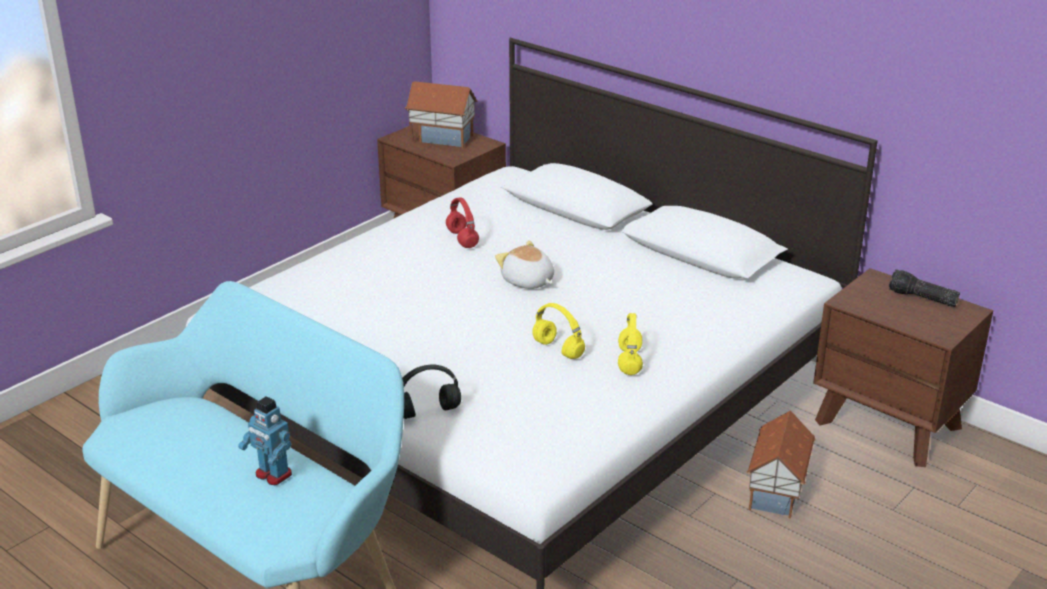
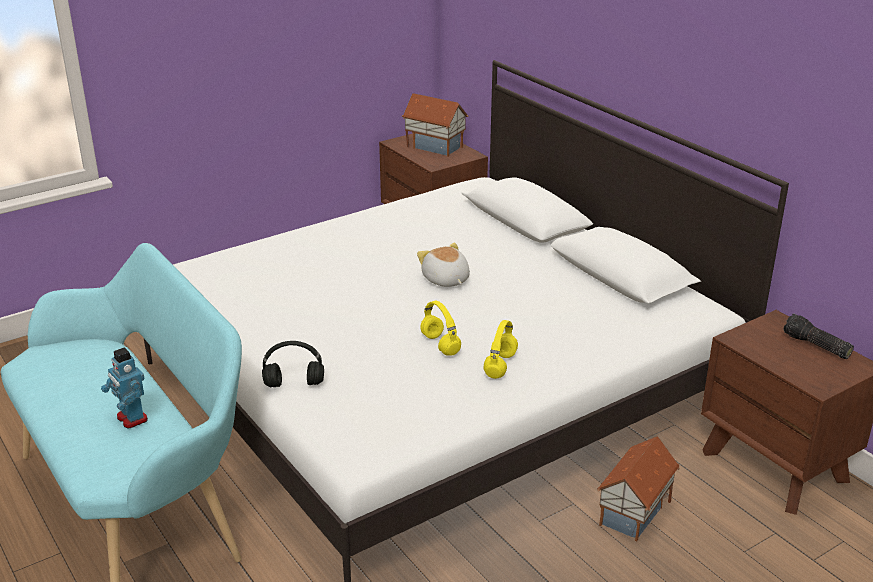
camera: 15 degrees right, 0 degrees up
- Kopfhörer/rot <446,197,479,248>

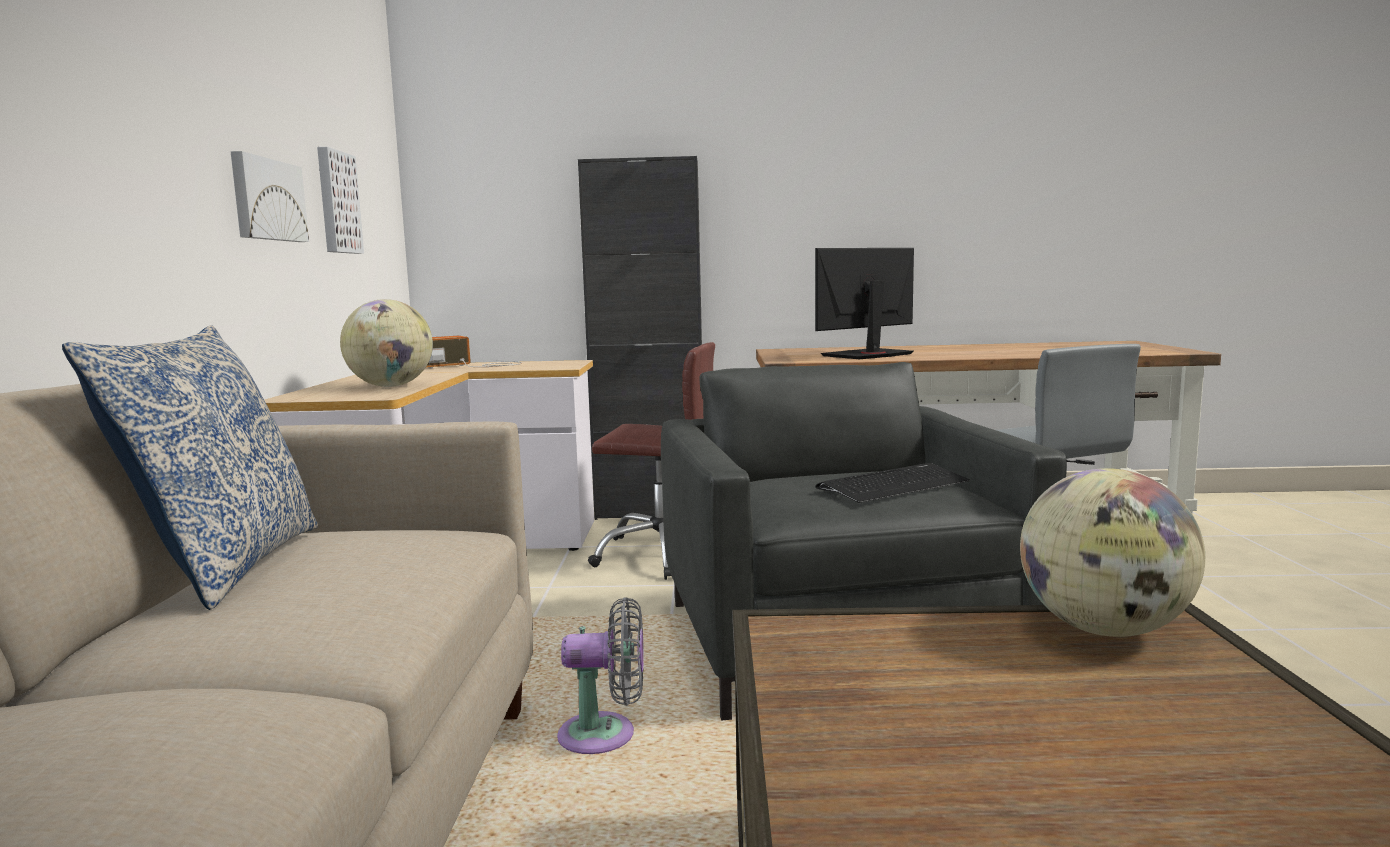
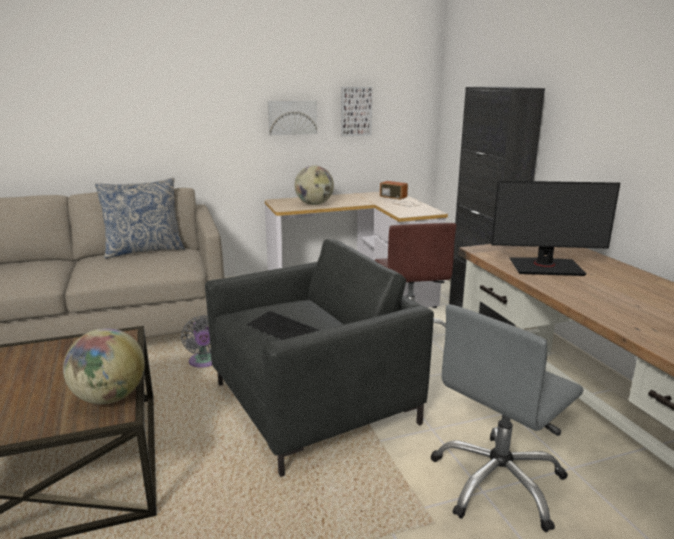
camera: 70 degrees right, 10 degrees up
~ Monitor <815,248,914,359> = <491,181,620,276> 150 degrees clockwise

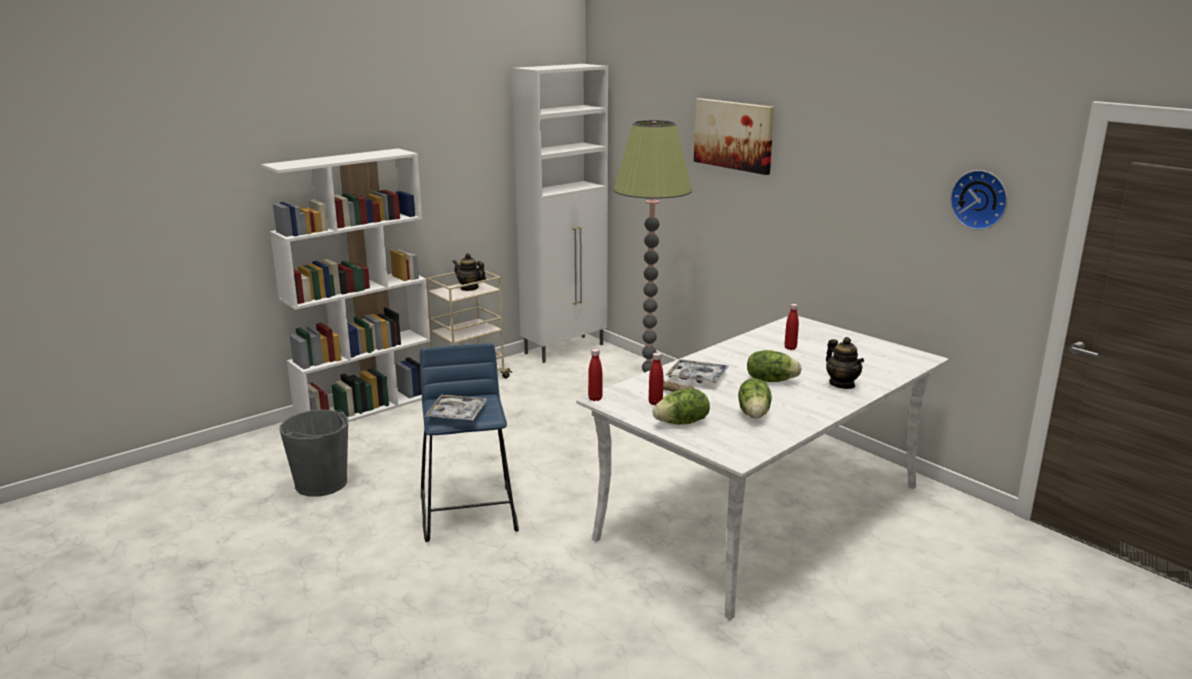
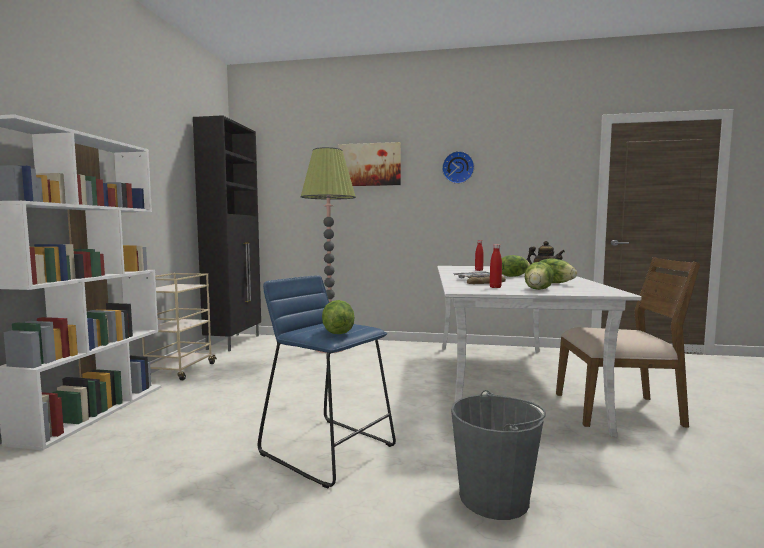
camera: 40 degrees left, 15 degrees down
~ Eimer/grau <279,409,348,497> to <451,390,546,520>
~ Tablett <424,395,487,420> to Salatkopf <322,300,354,334>
- Teekanne <452,253,486,291>
~ Schrank/weiß <512,64,608,363> to Schrank/schwarz <193,115,261,351>
- Flasche/rot <588,349,603,401>
~ Wanduhr <950,170,1008,230> to <442,151,474,184>
+ Stuhl/braun <556,257,701,427>

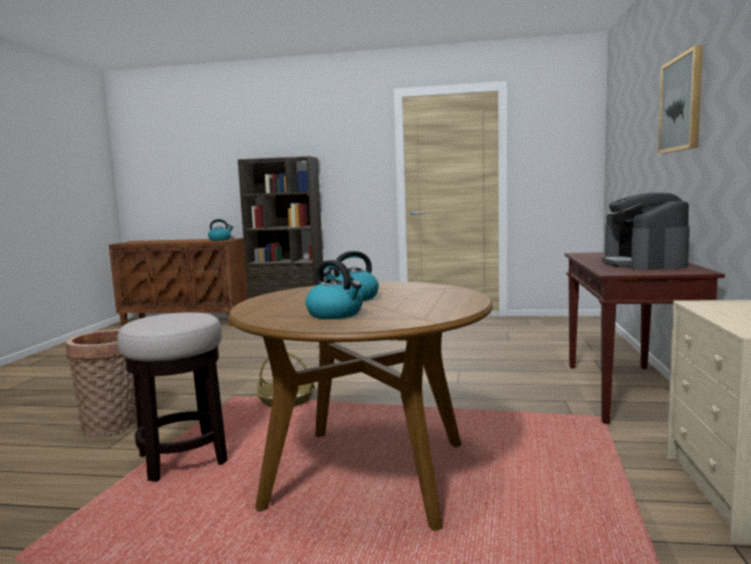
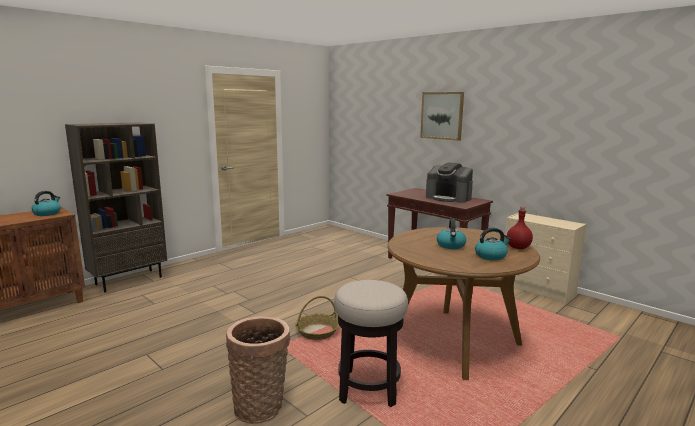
camera: 55 degrees left, 5 degrees up
+ Flasche/rot <507,207,533,249>

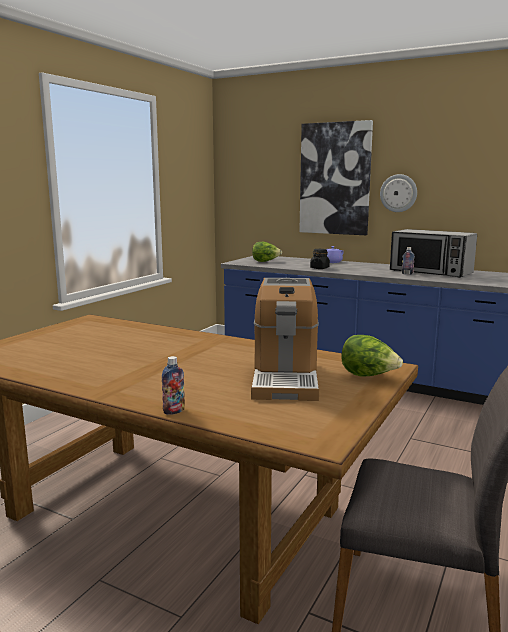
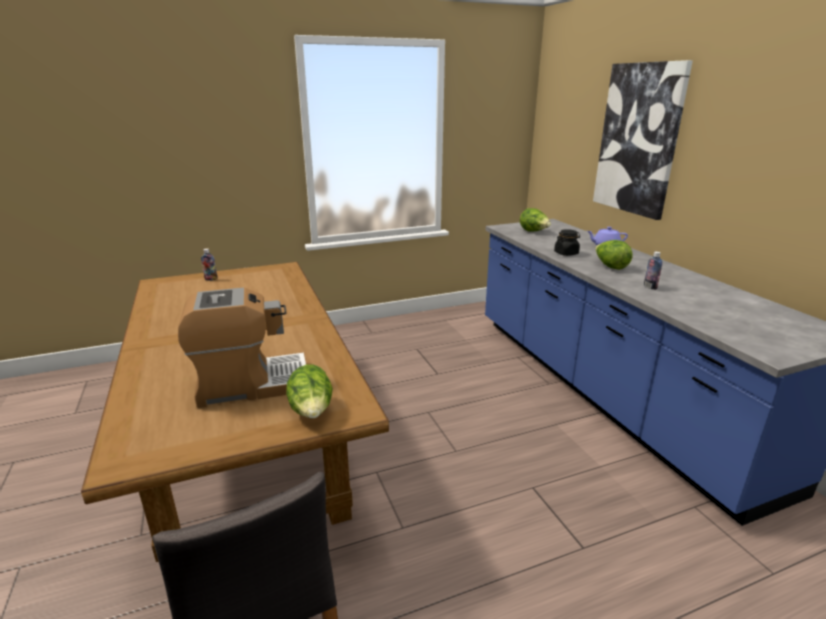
camera: 40 degrees right, 10 degrees up
~ Flasche <162,356,185,415> to <201,249,217,281>
~ Kaffeemaschine <251,278,319,401> = <178,288,307,408> 150 degrees counterclockwise
- Wanduhr <380,174,417,212>
- Mikrowelle <390,229,477,278>
+ Salatkopf <595,240,633,270>

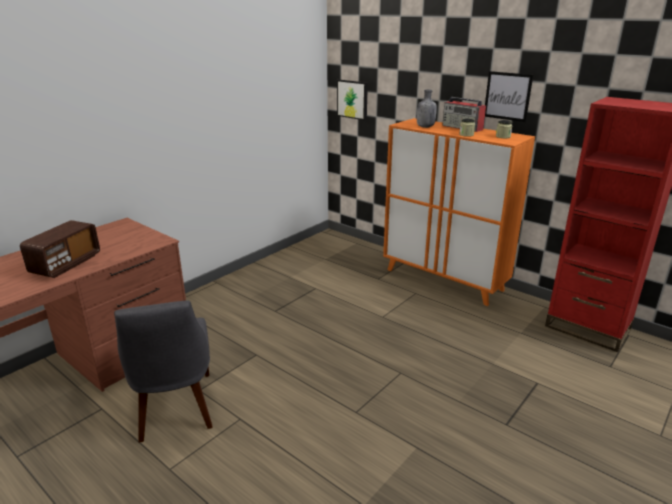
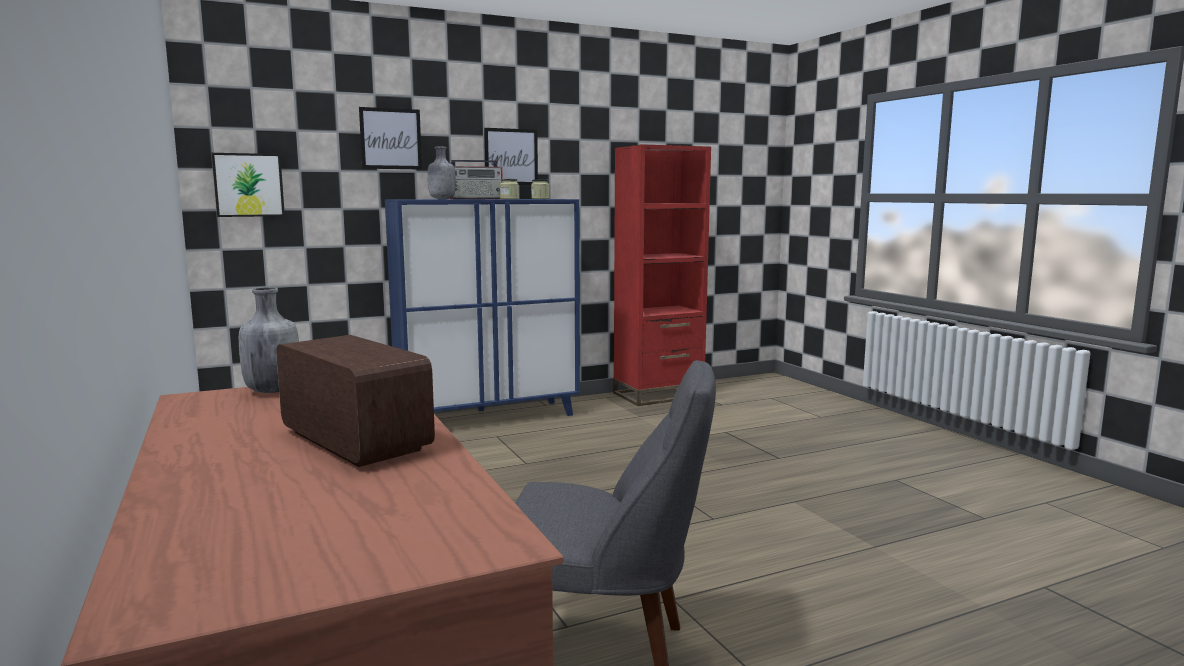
camera: 65 degrees left, 15 degrees down
~ Schrank/orange <383,118,535,306> to Schrank/blau <385,199,580,416>
+ Flasche/grau <239,287,299,393>
+ Bild <359,107,422,170>

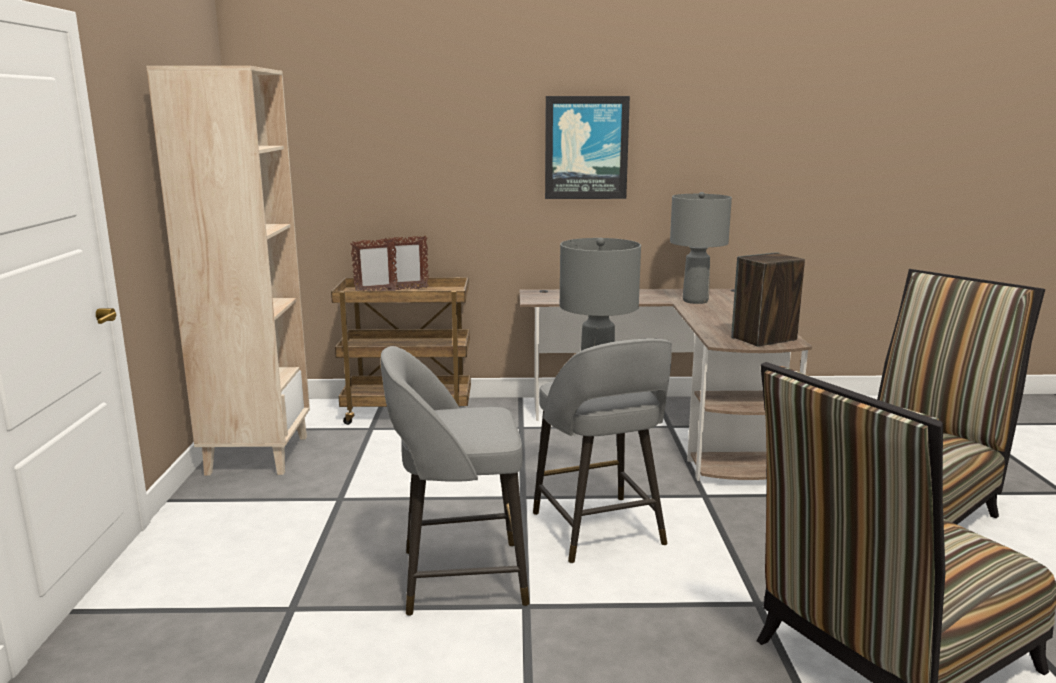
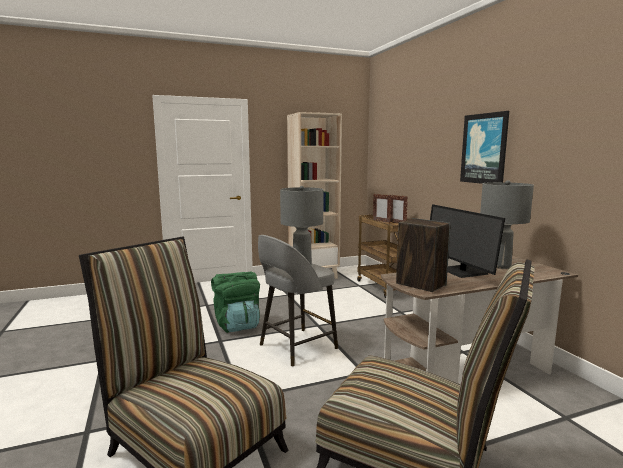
camera: 70 degrees right, 5 degrees down
~ Hocker/grau <381,346,529,616> to Rucksack/grün <211,272,260,333>
+ Monitor <430,204,505,278>

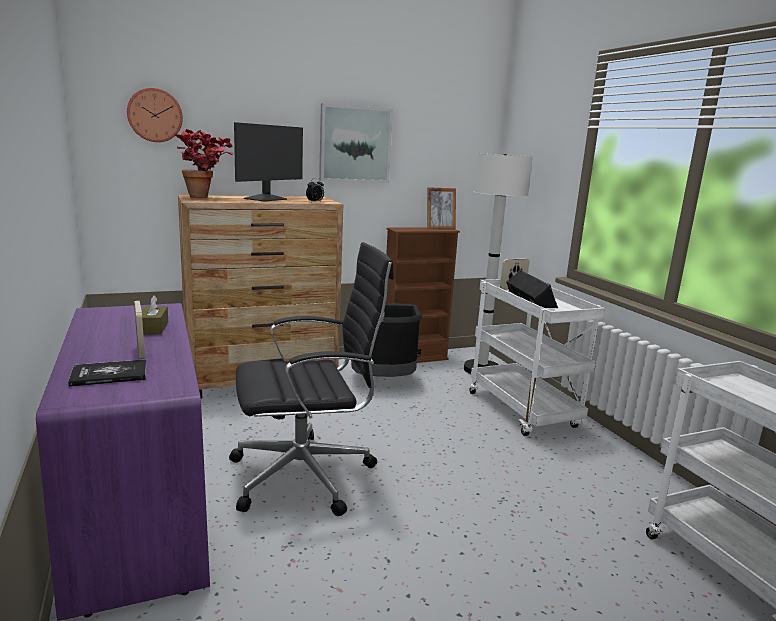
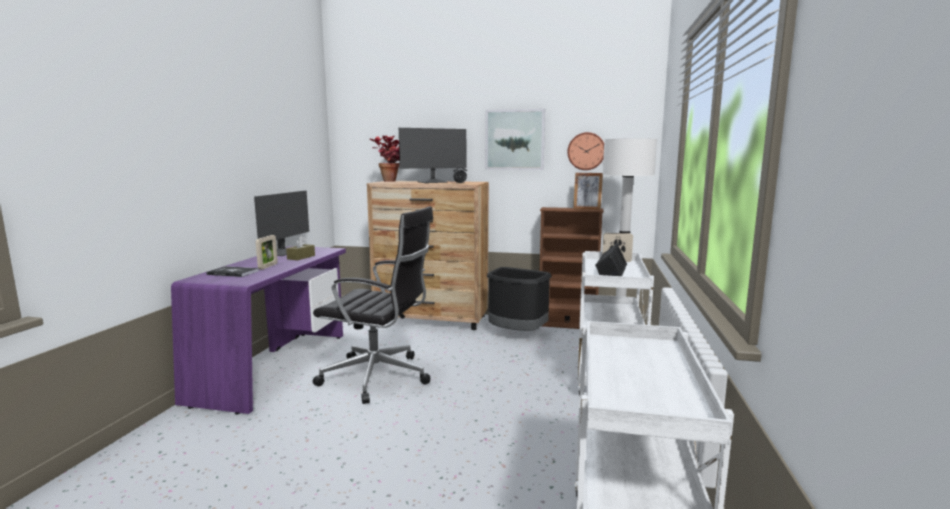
camera: 35 degrees right, 5 degrees down
~ Wanduhr <127,88,183,142> to <567,132,604,170>
+ Monitor <254,191,309,256>

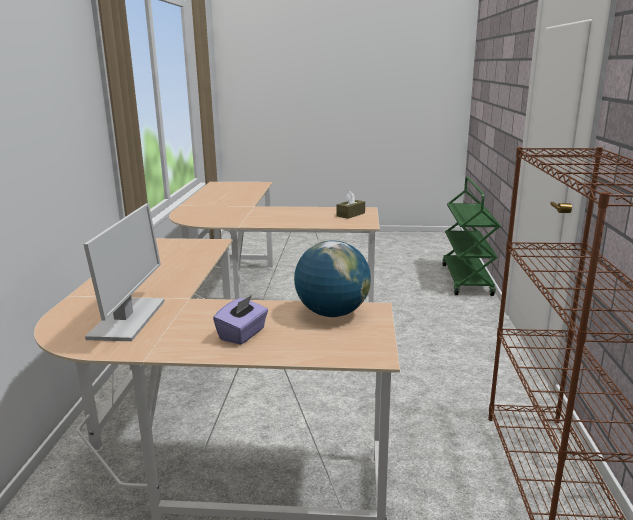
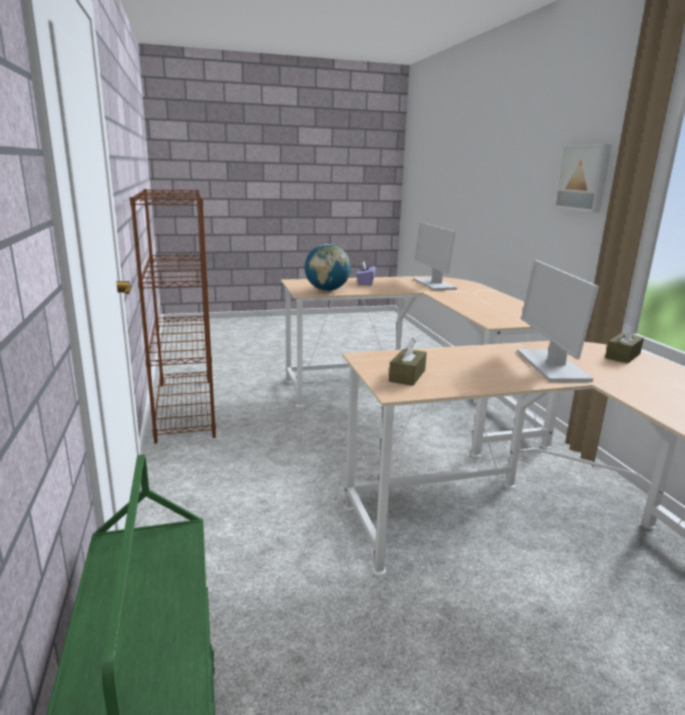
camera: 160 degrees right, 0 degrees up
+ Monitor <517,260,599,382>
+ Bild <554,144,612,212>
+ Taschentuchbox/braun <605,322,644,364>

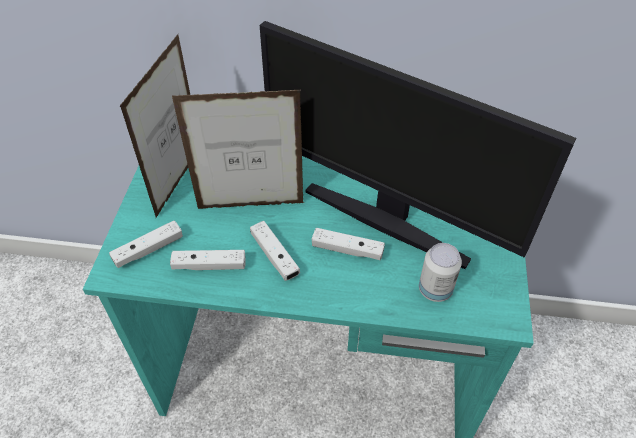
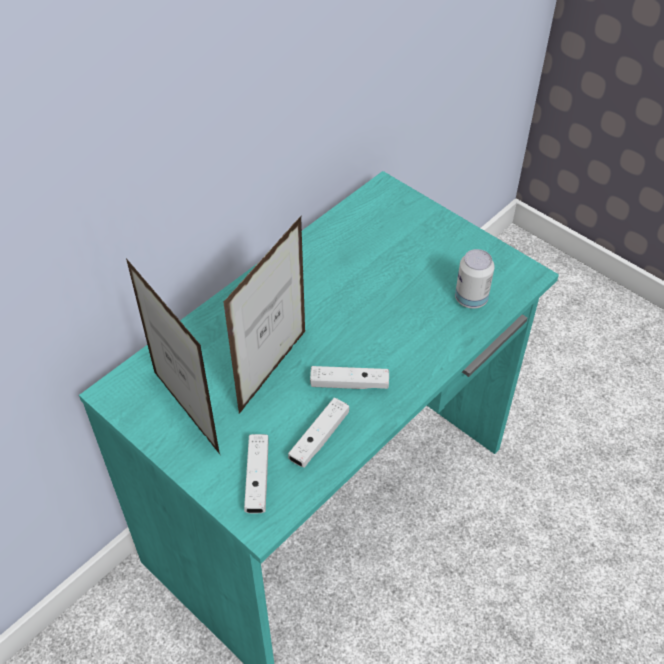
camera: 55 degrees left, 0 degrees up
- Monitor <260,21,576,269>
- Gamepad/weiß <311,228,385,260>

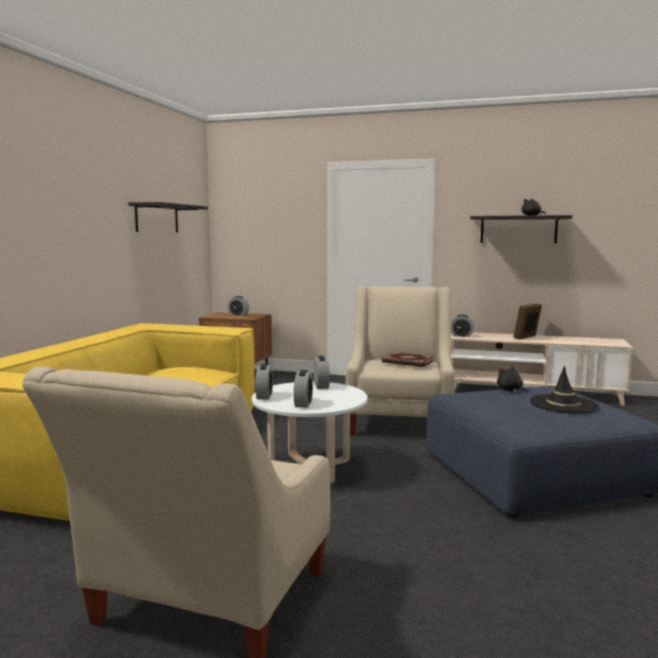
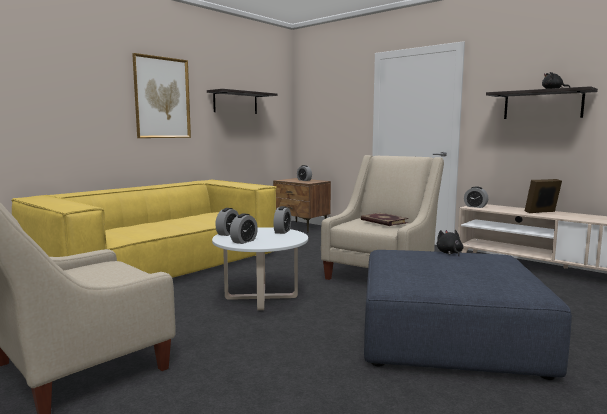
camera: 25 degrees right, 0 degrees up
- Hut/schwarz <530,366,599,413>
+ Bild <132,53,191,138>

